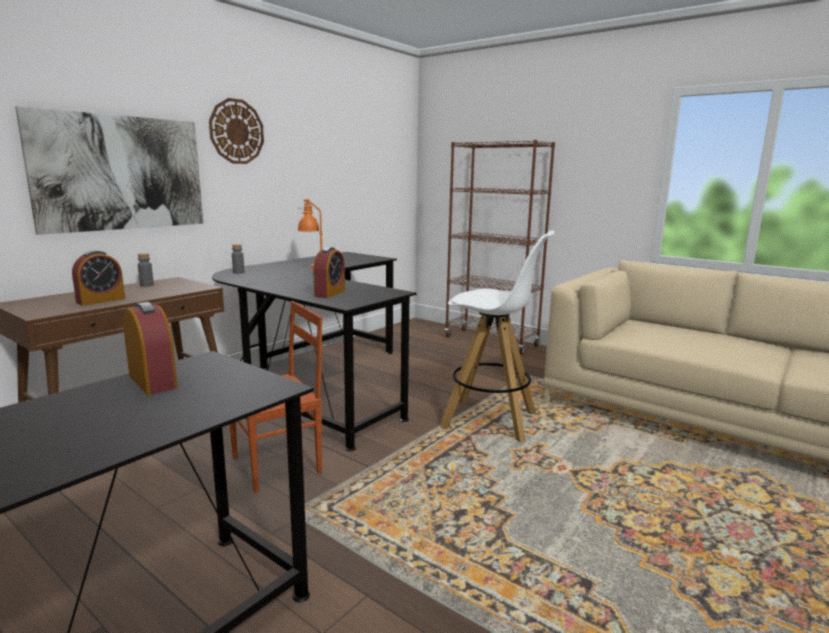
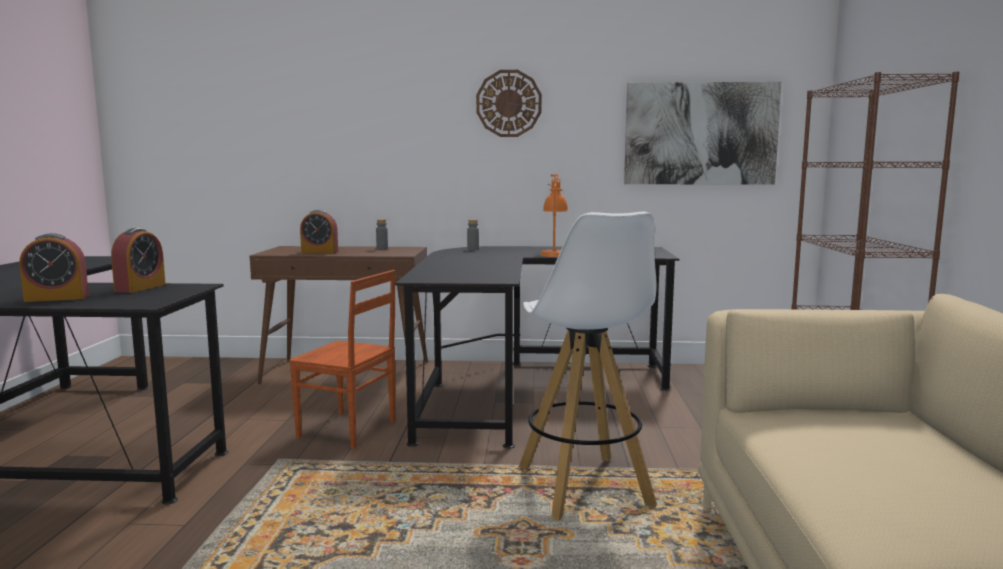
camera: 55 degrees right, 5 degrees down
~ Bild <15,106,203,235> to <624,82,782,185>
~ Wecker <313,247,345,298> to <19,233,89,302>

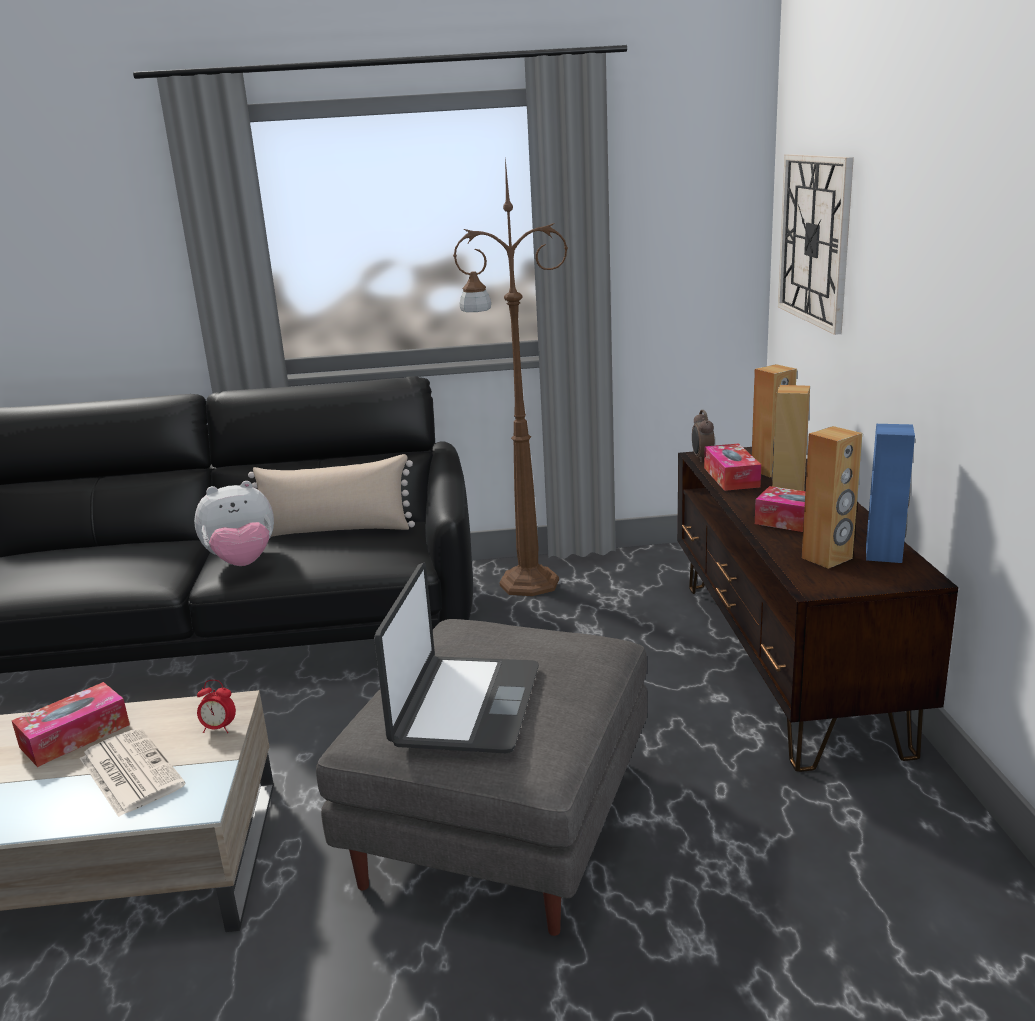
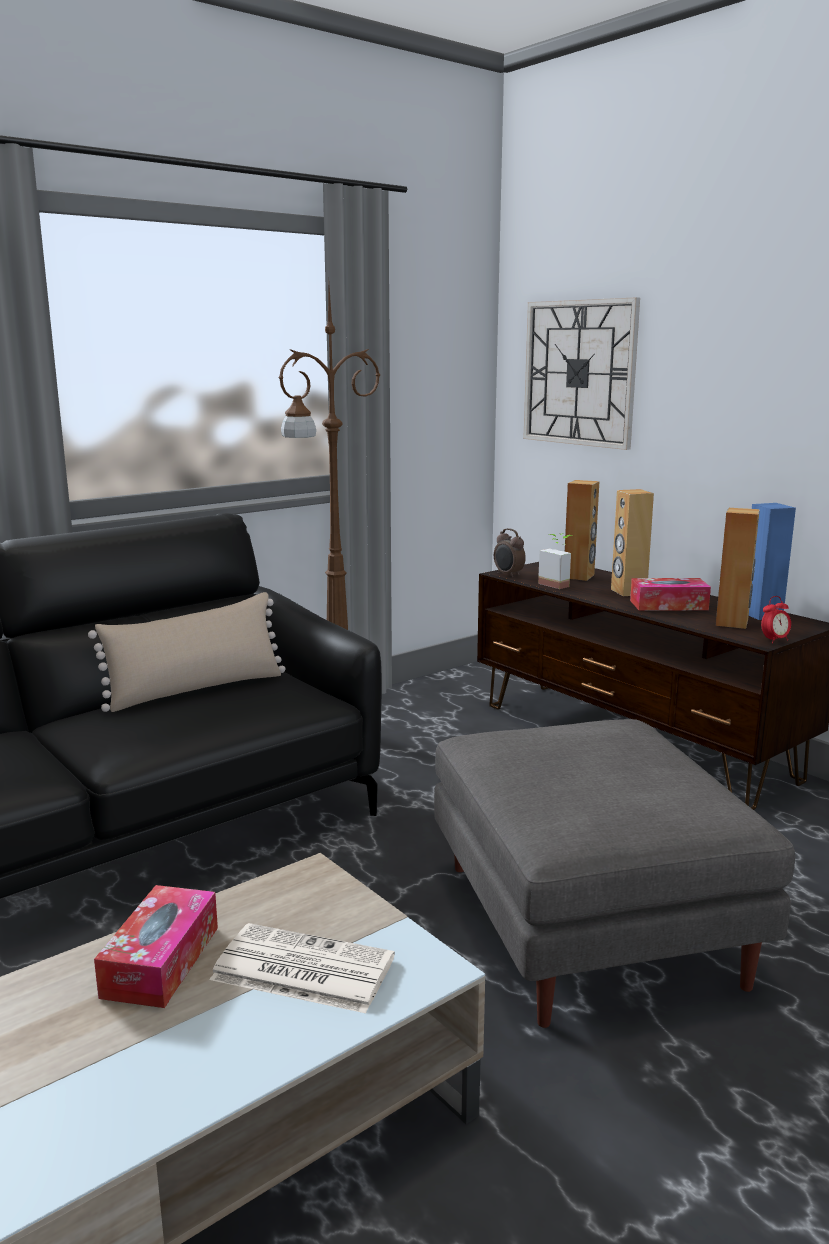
camera: 35 degrees left, 5 degrees down
- Plüschtier <194,481,274,566>
~ Wecker <197,680,236,733> to <761,596,791,644>
- Laptop <374,563,539,753>
~ Taschentuchbox <704,443,761,491> to Topfpflanze <538,533,572,589>

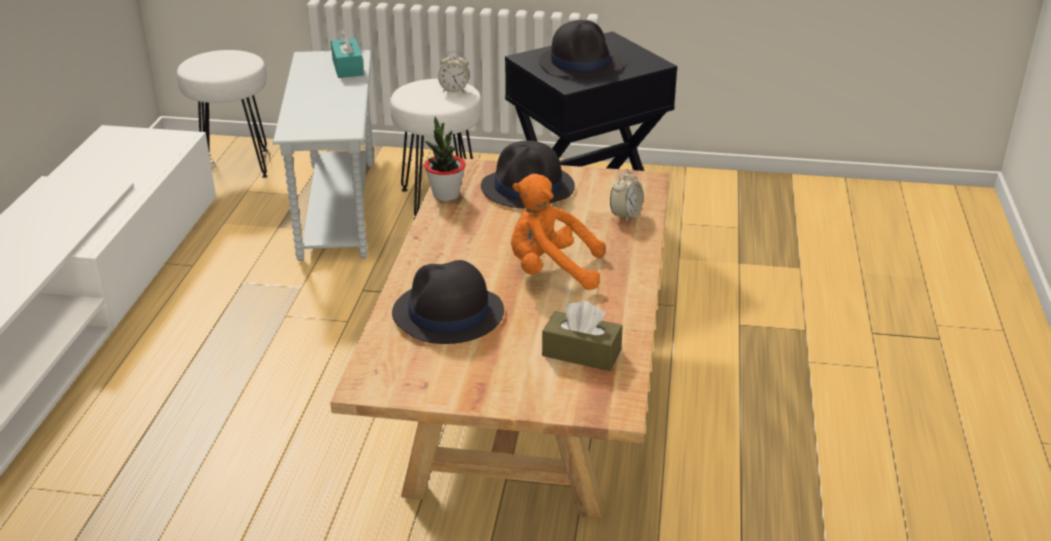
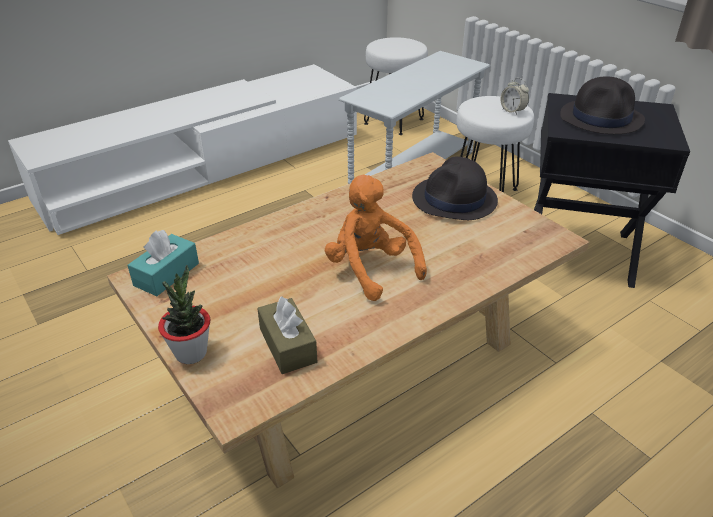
camera: 45 degrees right, 5 degrees up
~ Taschentuchbox/türkis <331,28,364,78> to <128,230,199,296>
- Hut/schwarz <392,260,504,344>
~ Topfpflanze <424,117,466,201> to <158,265,210,364>
- Wecker <610,169,643,222>

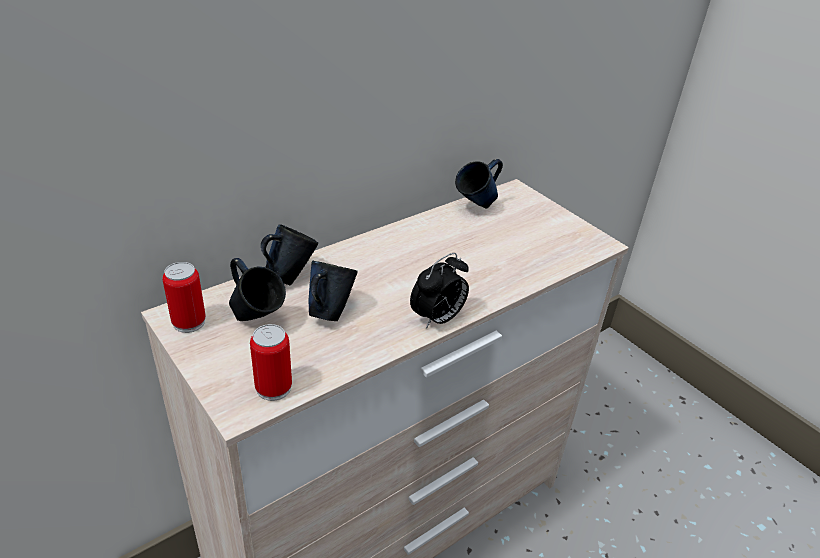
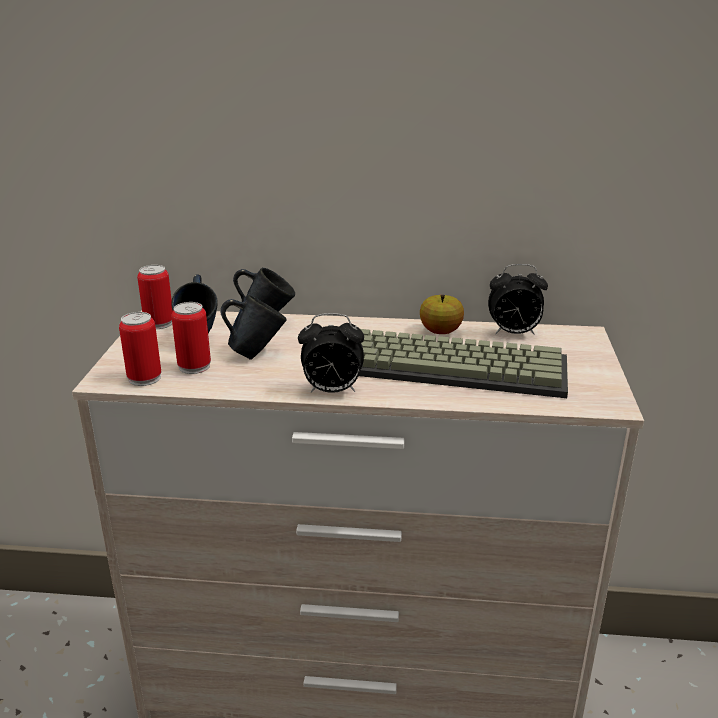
camera: 45 degrees right, 10 degrees down
~ Henkelbecher/blau <455,159,503,208> to Wecker <488,264,548,335>
+ Dose <171,302,211,374>
+ Tastatur <359,329,568,398>
+ Apfel <420,295,464,334>

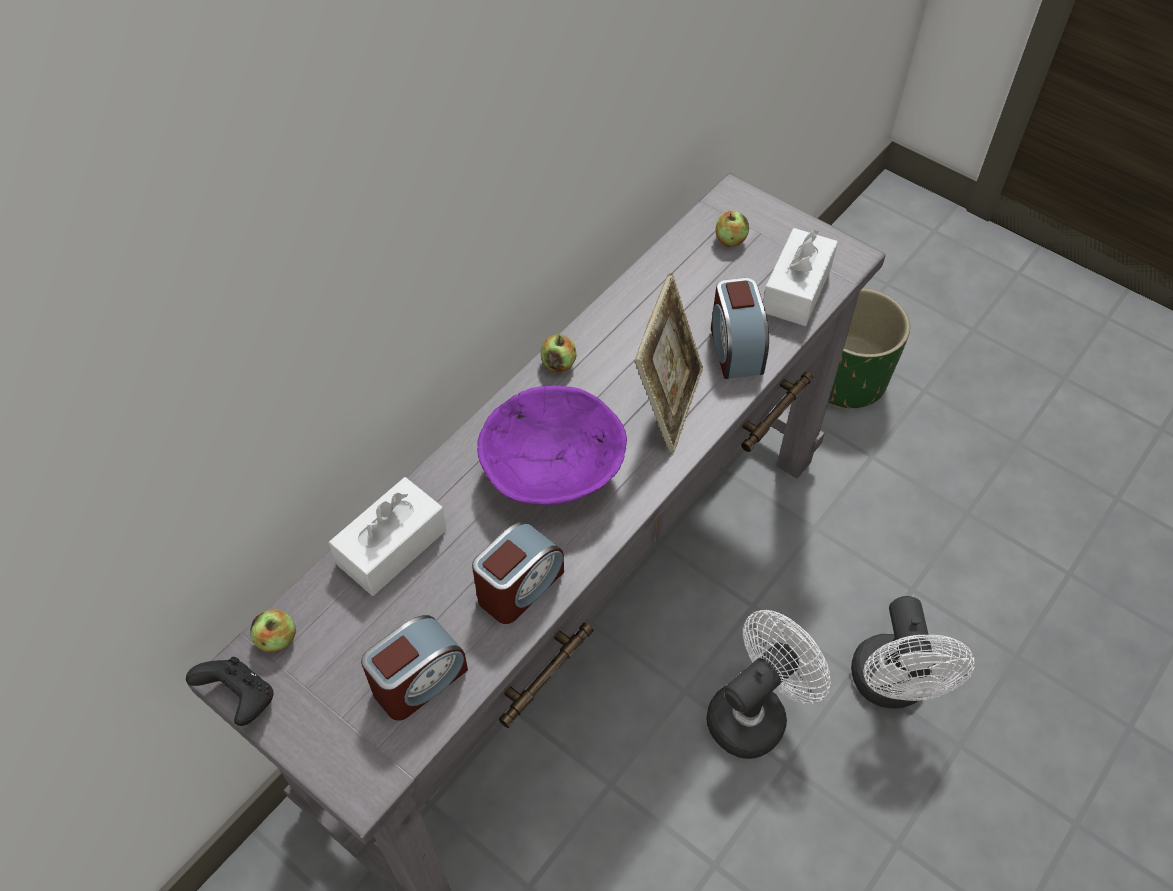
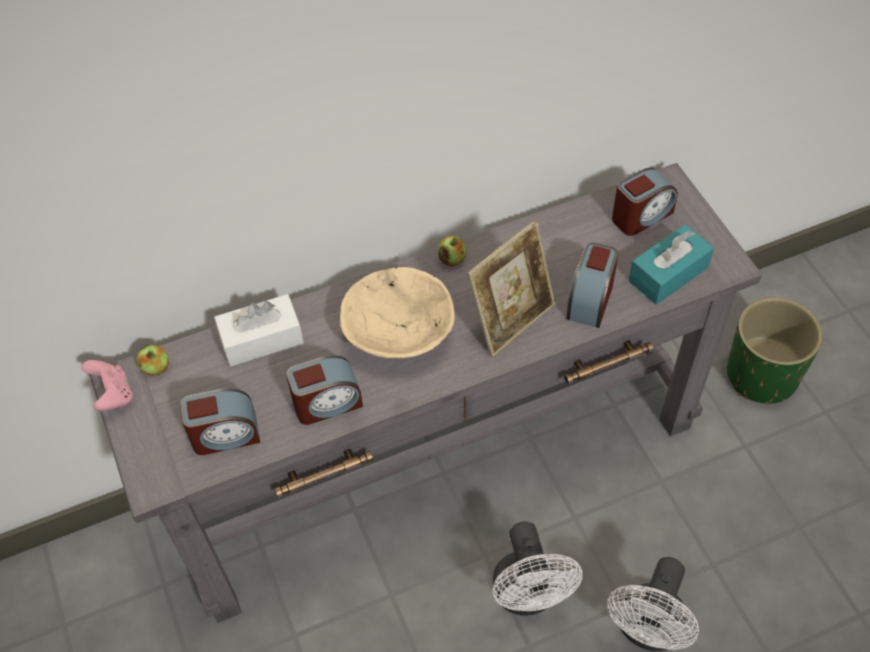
camera: 30 degrees right, 0 degrees up
~ Gamepad/schwarz <186,657,273,726> to Gamepad/rosa <81,360,133,411>
~ Schüssel/lila <477,385,627,505> to Schüssel/beige <340,267,455,358>
~ Ventilator/weiß <706,610,831,759> = <493,521,582,615> 90 degrees clockwise
~ Apfel <715,211,749,247> to Wecker <612,168,678,236>
~ Taschentuchbox/weiß <763,228,838,326> to Taschentuchbox/türkis <629,224,714,305>

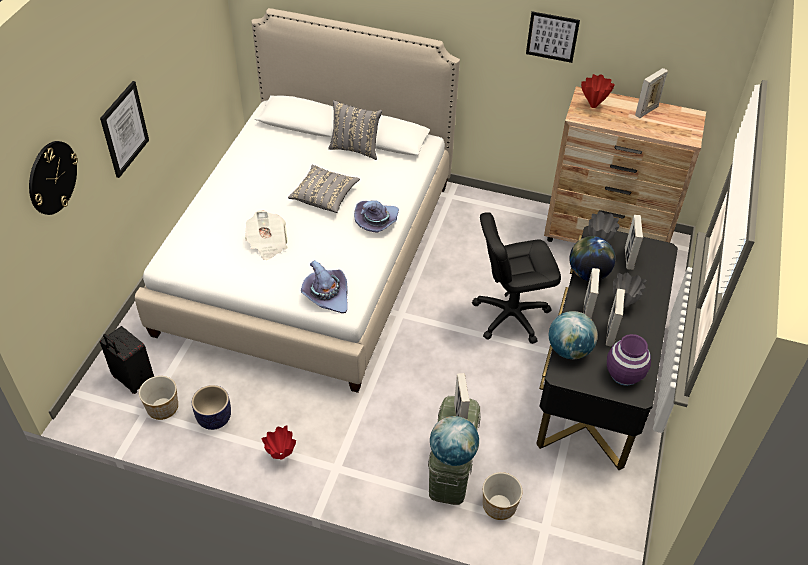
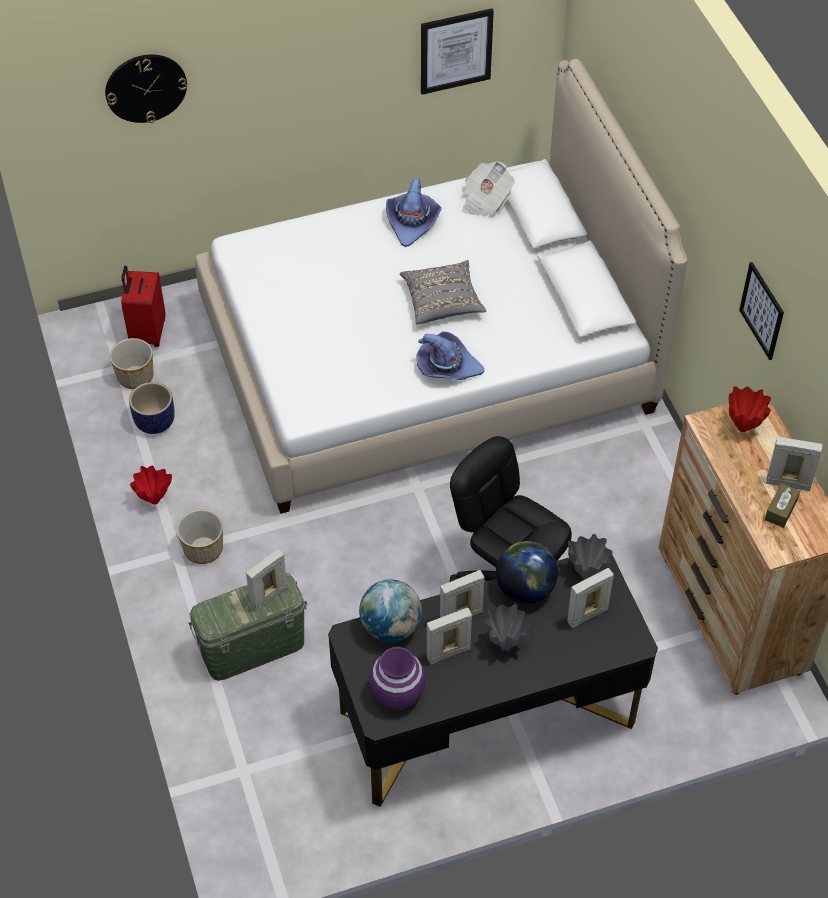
camera: 55 degrees right, 5 degrees up
~ Bild <100,81,149,178> to <421,8,494,95>
~ Koffer/schwarz <100,326,154,394> to Koffer/rot <121,266,166,347>
~ Zeitung <245,210,288,260> to <463,161,515,217>
~ Hut/lila <301,260,348,313> to <386,178,442,247>
- Kissen/grau <328,100,382,160>
- Globus <430,416,479,466>
~ Pflanzkübel <483,472,523,520> to <177,510,223,564>
+ Taschentuchbox/braun <765,483,800,528>

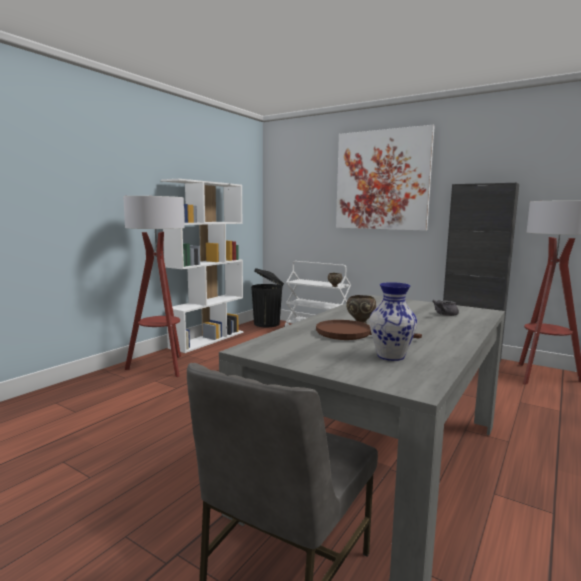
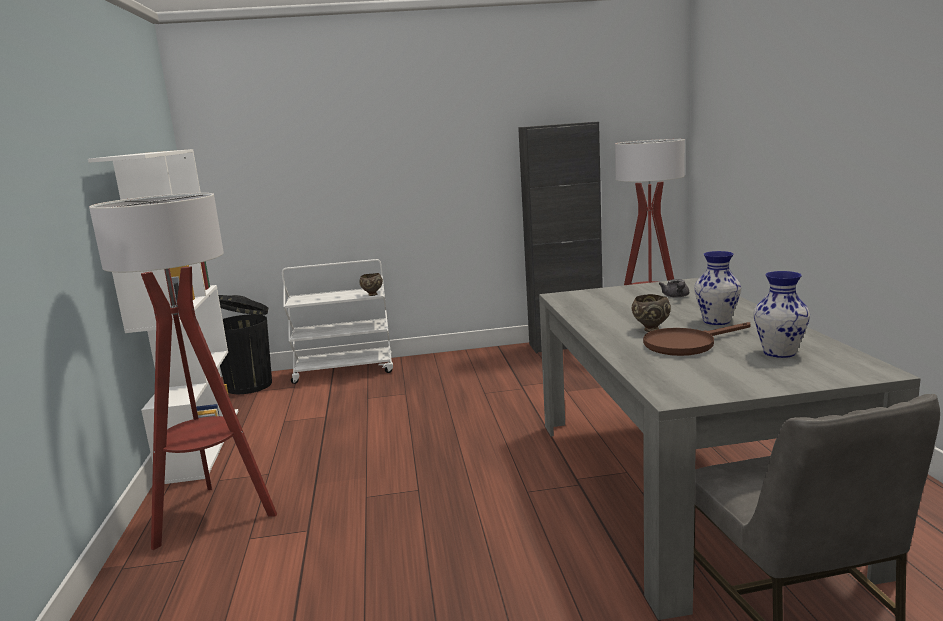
camera: 40 degrees left, 5 degrees up
- Bild <336,125,435,231>
+ Vase <694,251,741,325>

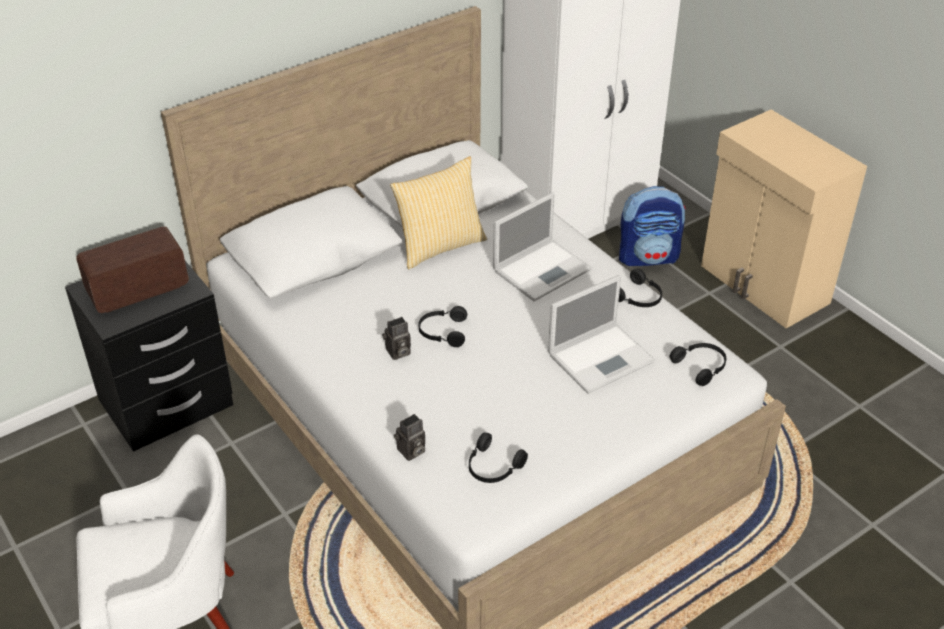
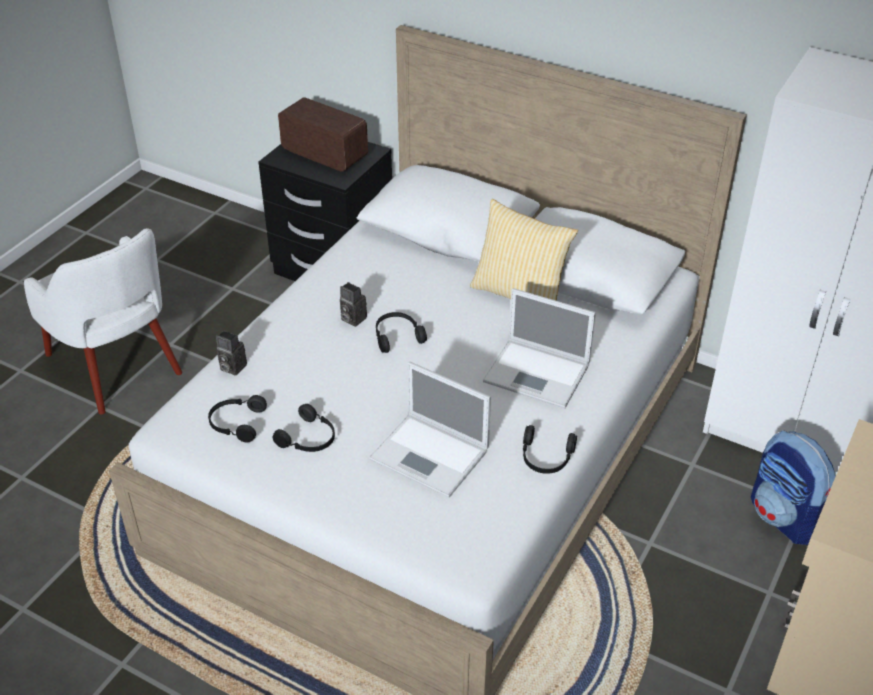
camera: 65 degrees right, 0 degrees up
~ Kopfhörer/schwarz <670,343,726,386> to <273,404,335,452>

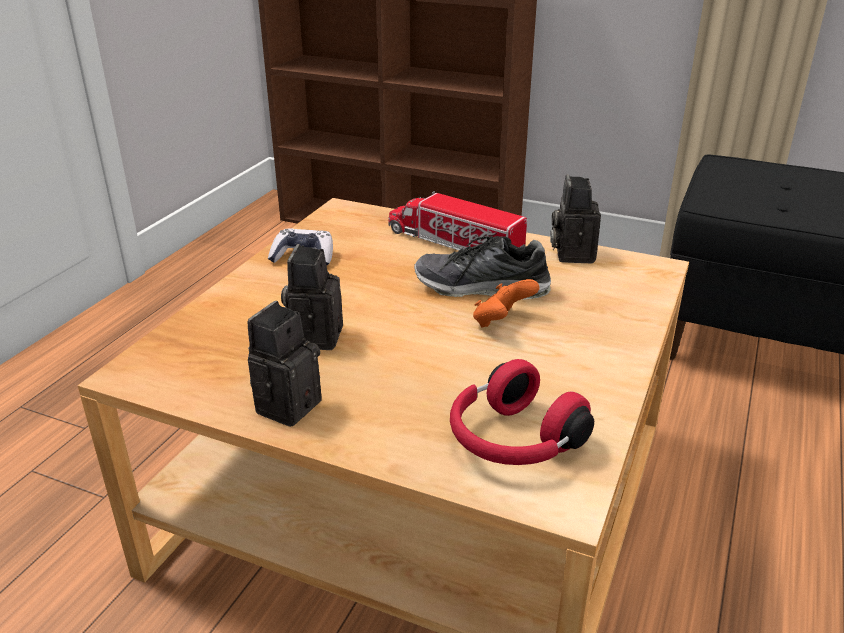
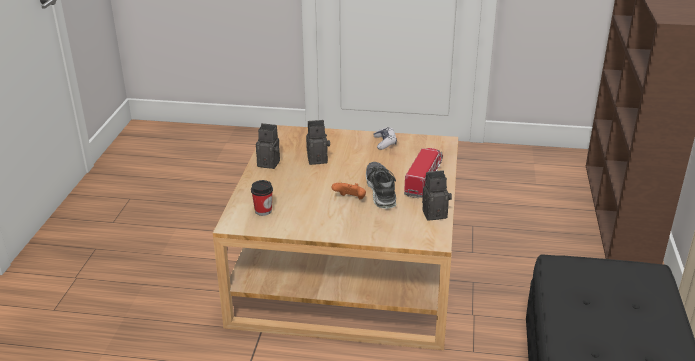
camera: 75 degrees right, 0 degrees up
~ Kopfhörer/rot <450,359,594,465> to Tasse <251,180,273,216>

